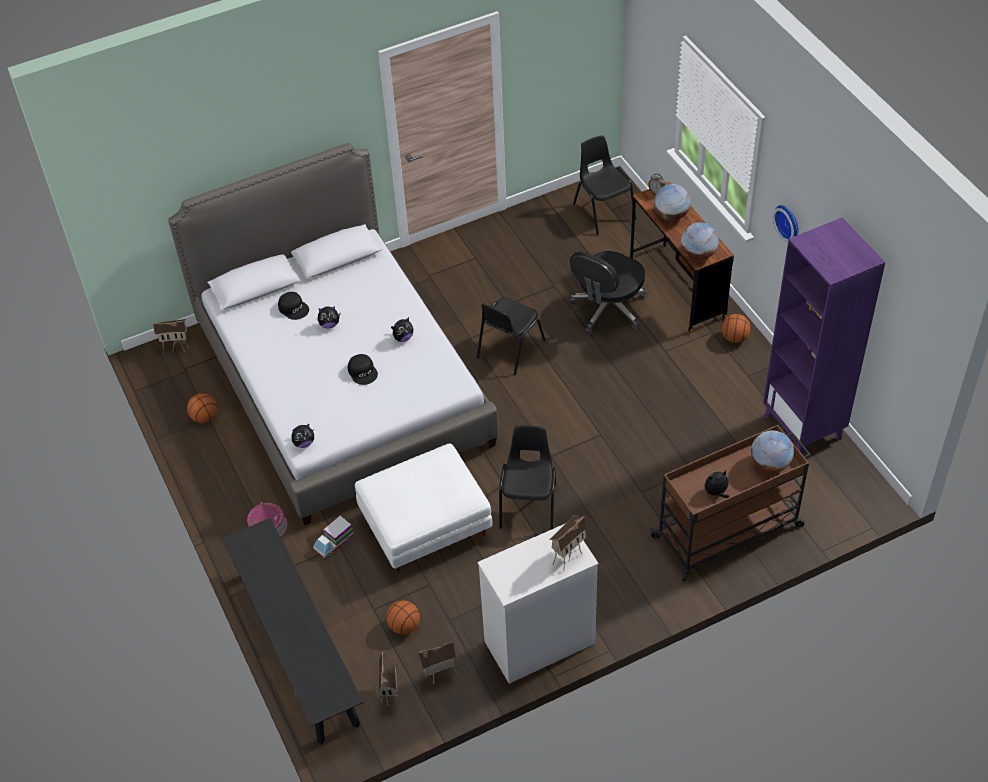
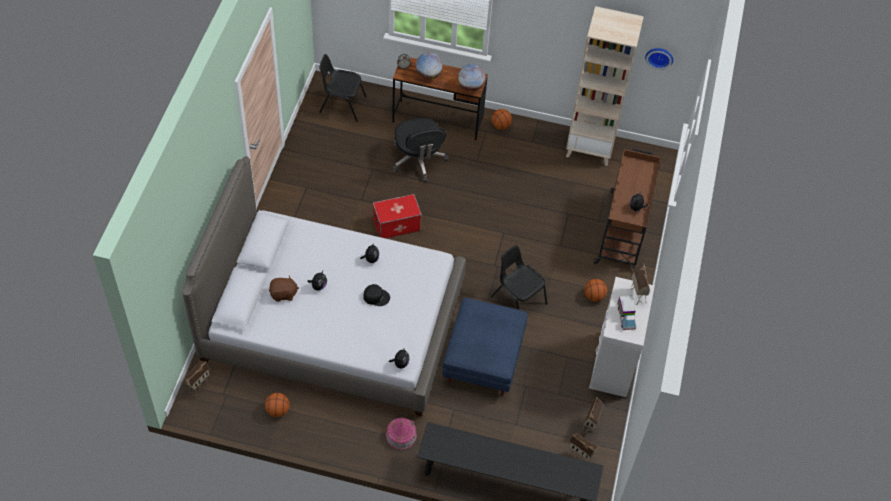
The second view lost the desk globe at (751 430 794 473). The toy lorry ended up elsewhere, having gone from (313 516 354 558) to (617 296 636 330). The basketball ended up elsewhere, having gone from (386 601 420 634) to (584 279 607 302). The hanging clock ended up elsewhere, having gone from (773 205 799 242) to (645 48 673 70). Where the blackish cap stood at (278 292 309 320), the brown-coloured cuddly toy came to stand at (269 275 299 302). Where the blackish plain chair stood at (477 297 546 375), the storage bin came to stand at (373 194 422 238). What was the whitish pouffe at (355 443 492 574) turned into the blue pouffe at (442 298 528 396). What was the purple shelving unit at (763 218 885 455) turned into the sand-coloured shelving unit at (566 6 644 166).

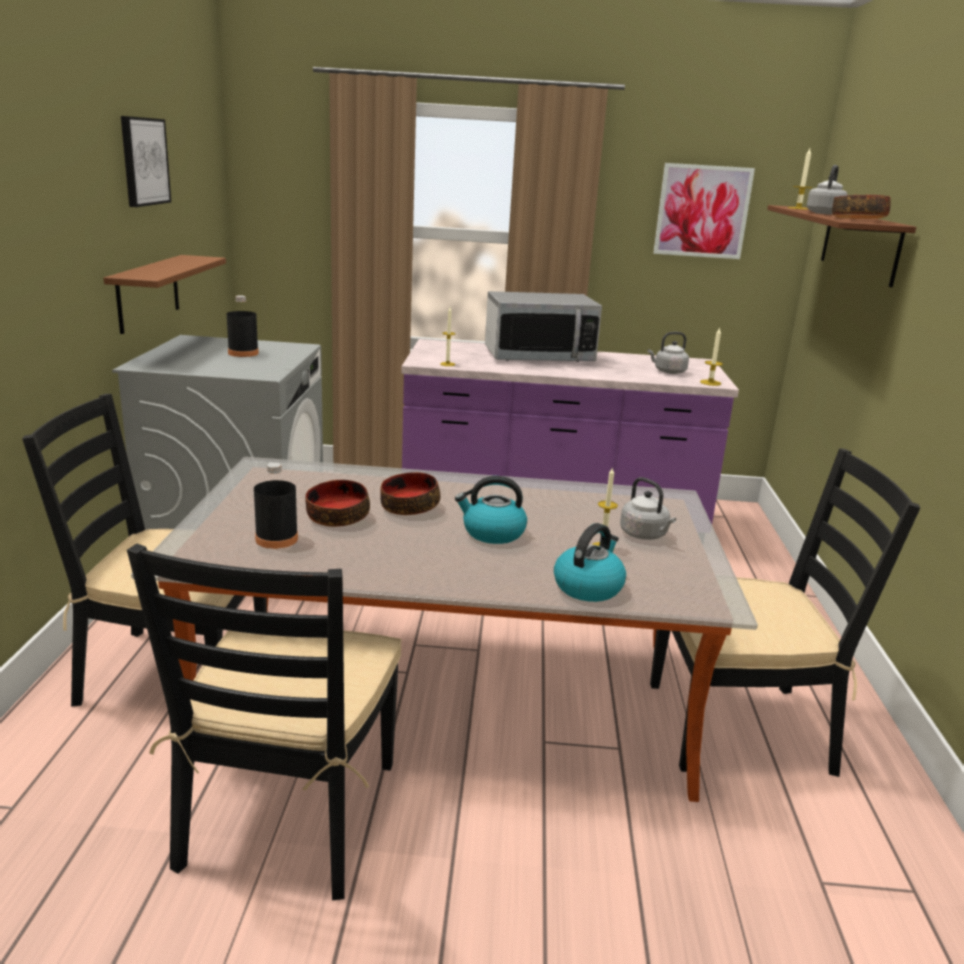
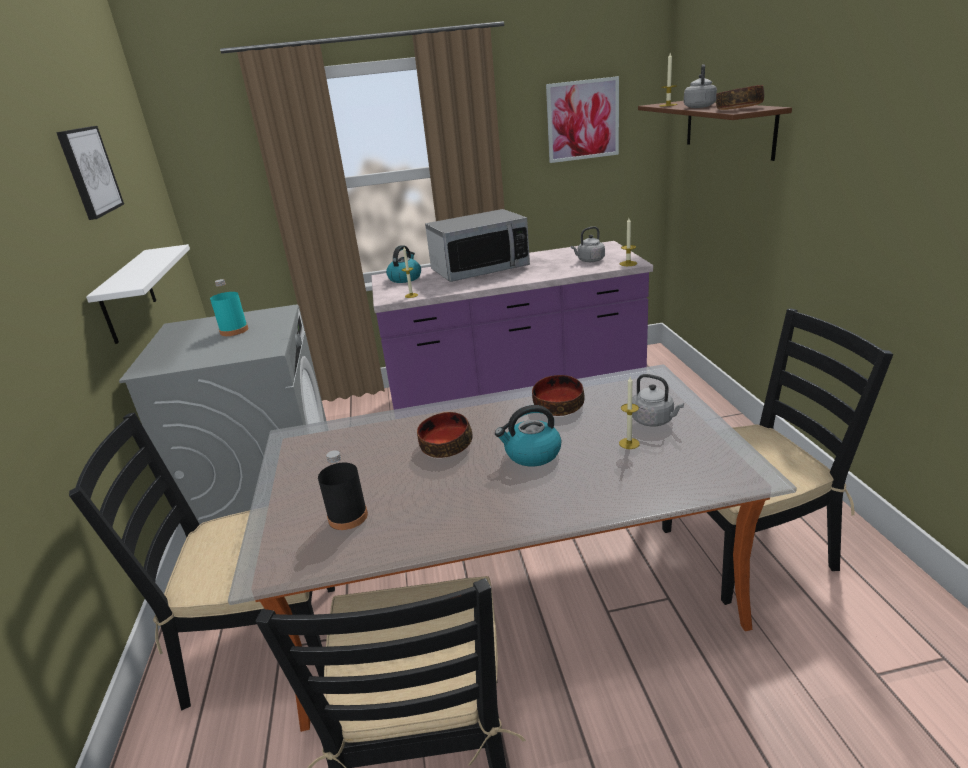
The bowl ended up elsewhere, having gone from (305 480 370 527) to (532 375 585 416). The tea kettle ended up elsewhere, having gone from (554 523 626 602) to (386 245 421 283). What was the brown-coloured wall shelf at (103 255 226 334) turned into the whitish wall shelf at (86 244 190 344). What was the blackish bottle at (227 296 259 357) turned into the blue-green bottle at (210 279 248 336).

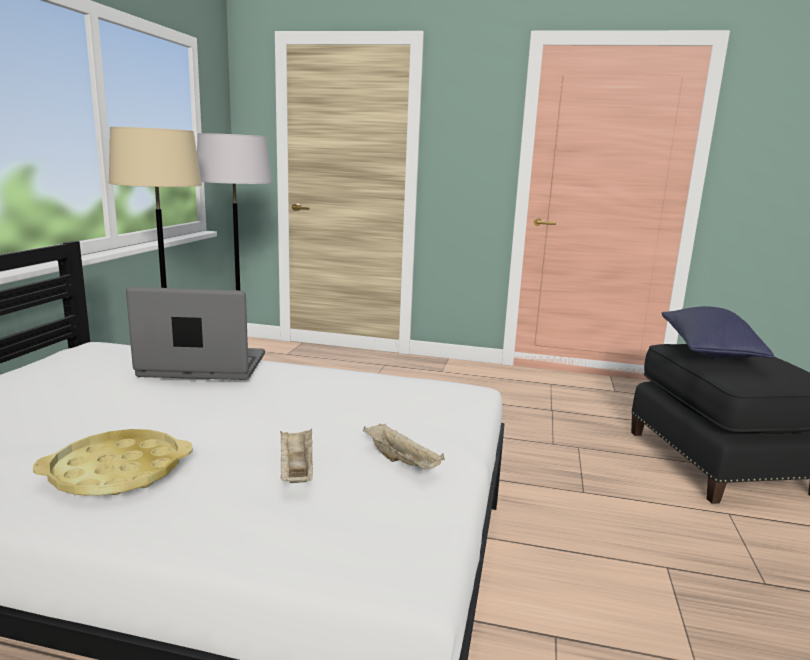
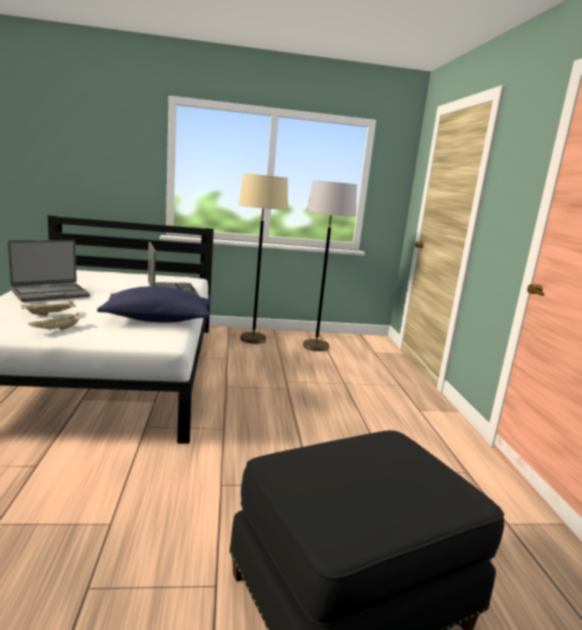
The blue pillow ended up elsewhere, having gone from (661 306 774 358) to (97 286 211 323). Where the yellowish carrying tray stood at (33 429 193 496), the notebook computer came to stand at (8 240 90 302).

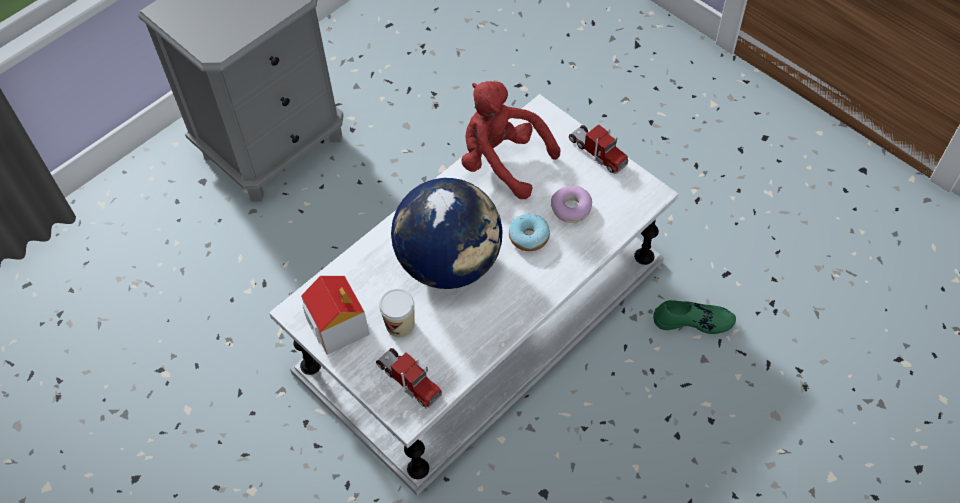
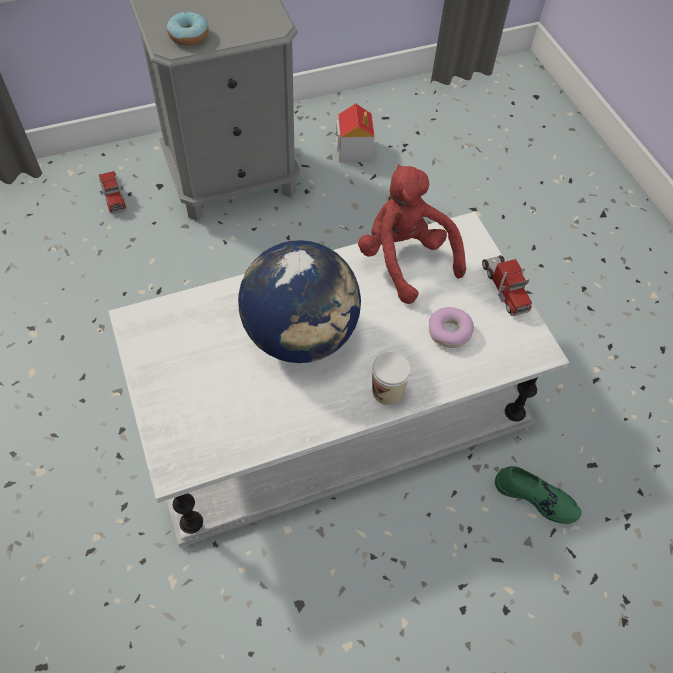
The miniature house ended up elsewhere, having gone from (301 276 370 355) to (336 103 375 163). The toy lorry ended up elsewhere, having gone from (376 348 442 409) to (99 171 127 214). The drinking cup ended up elsewhere, having gone from (379 289 415 337) to (372 352 411 405). The ring doughnut ended up elsewhere, having gone from (509 214 550 251) to (167 12 209 46).

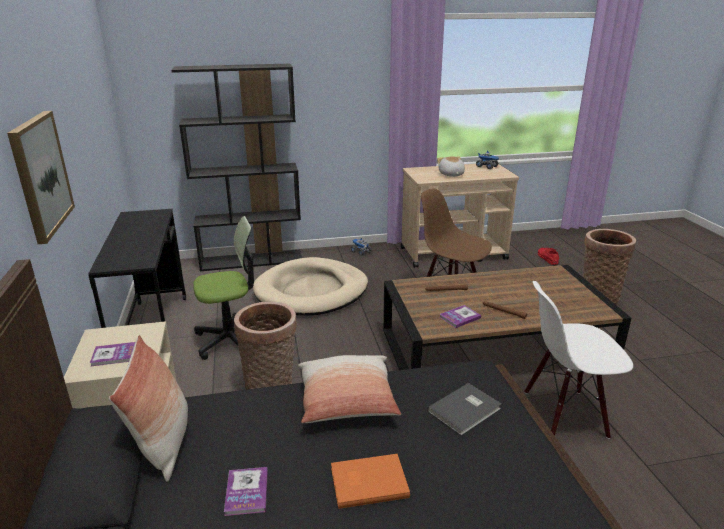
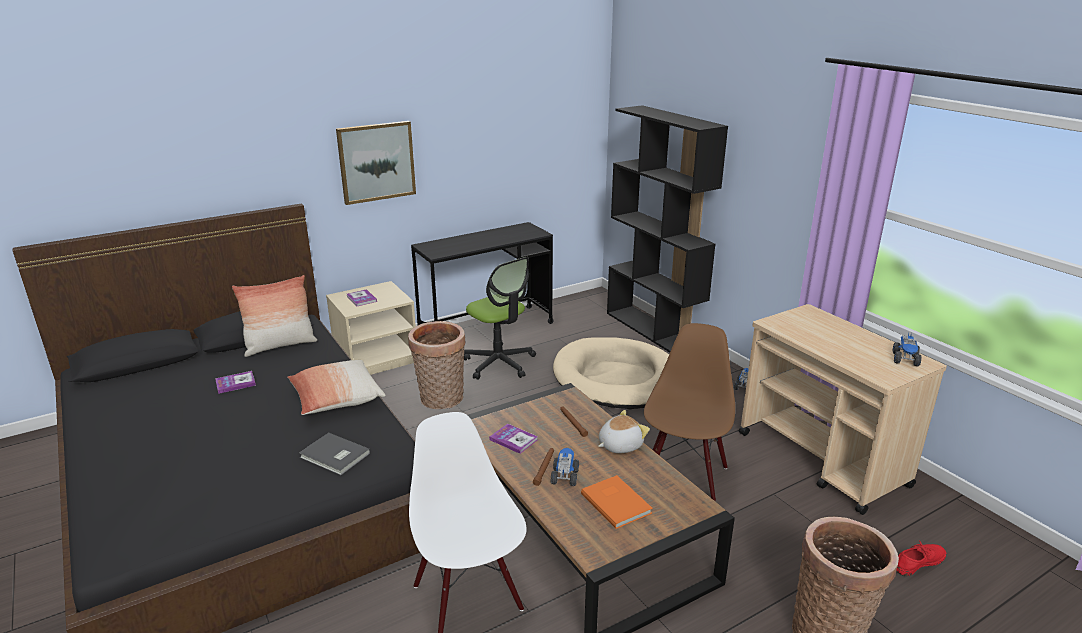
The second view gained the toy lorry at (550 448 579 486). The orange-coloured book ended up elsewhere, having gone from (331 454 410 509) to (581 475 653 529). The cuddly toy ended up elsewhere, having gone from (437 156 465 177) to (598 410 650 453).

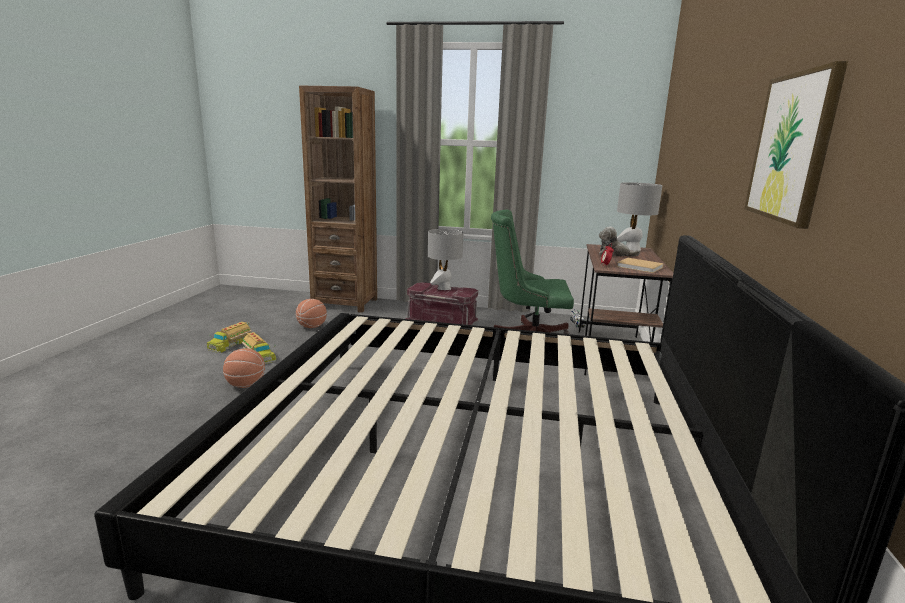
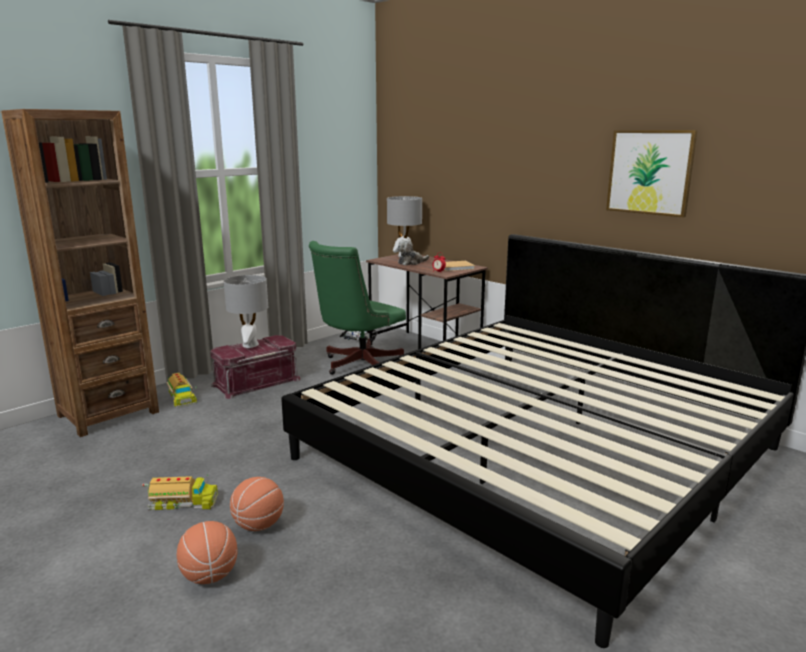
The toy lorry ended up elsewhere, having gone from (207 322 252 353) to (166 373 197 408). The basketball ended up elsewhere, having gone from (296 299 327 328) to (177 521 237 584).

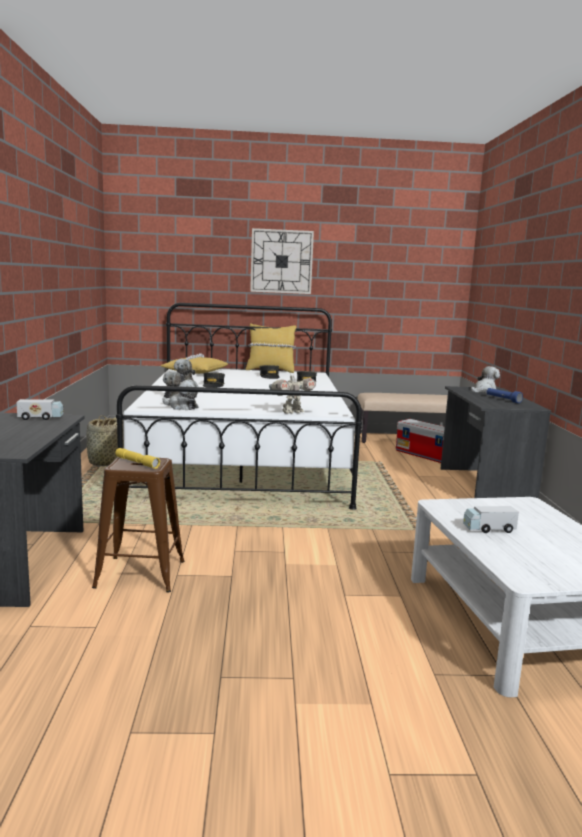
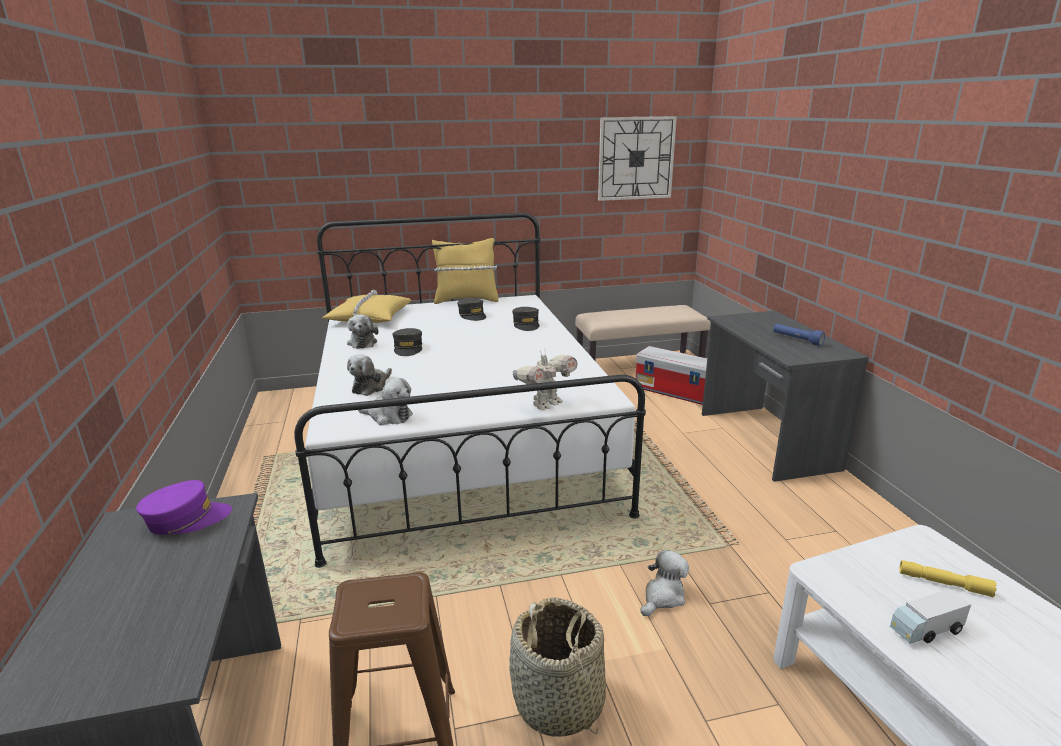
The basket ended up elsewhere, having gone from (86 415 124 466) to (509 597 606 737). The yellowish hand torch ended up elsewhere, having gone from (115 448 161 469) to (899 560 997 597). The hanging clock ended up elsewhere, having gone from (250 228 314 294) to (598 116 677 201). The cuddly toy ended up elsewhere, having gone from (471 366 500 393) to (640 550 689 616). Where the toy lorry stood at (17 399 64 420), the purple cap came to stand at (136 480 232 535).

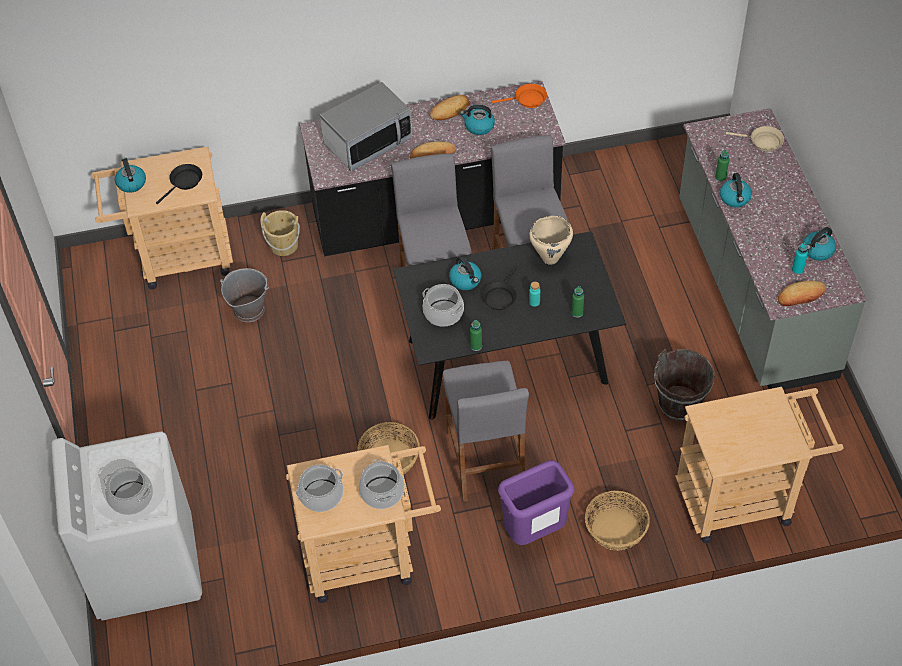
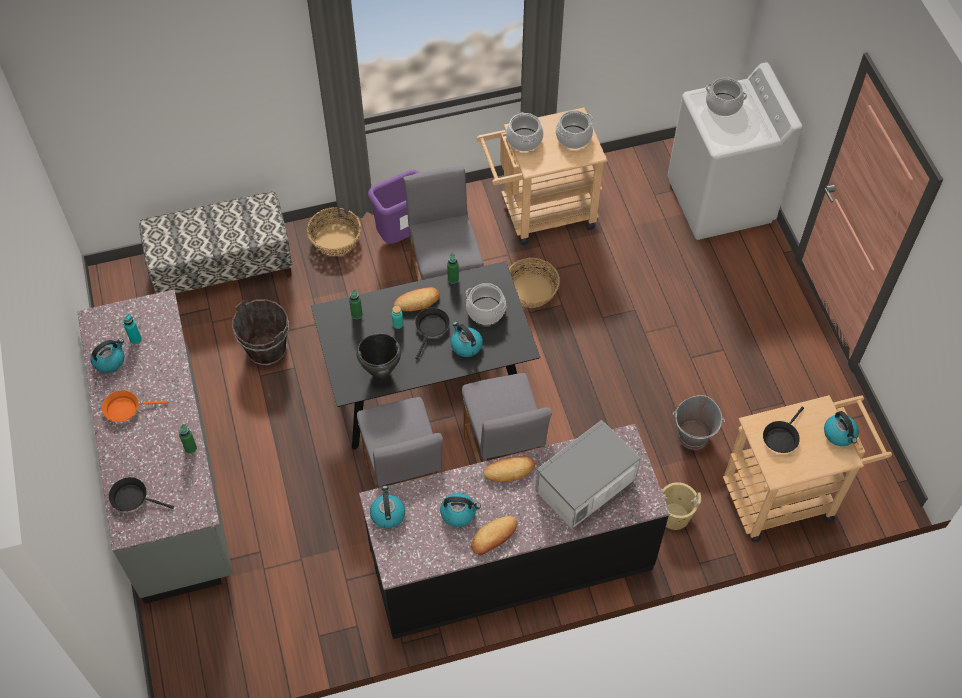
The orange-coloured skillet ended up elsewhere, having gone from (491 84 547 108) to (102 390 167 422). The tea kettle ended up elsewhere, having gone from (720 173 752 207) to (370 486 405 528). The bakery bread ended up elsewhere, having gone from (778 281 826 306) to (394 287 440 312). Where the sand-coloured wheeled cart stood at (675 387 844 543), the long seat came to stand at (139 192 293 293). What was the sand-coloured cooking pot at (529 216 573 265) turned into the blackish cooking pot at (356 333 401 380). What was the sand-coloured skillet at (726 126 784 152) turned into the blackish skillet at (109 477 174 511).

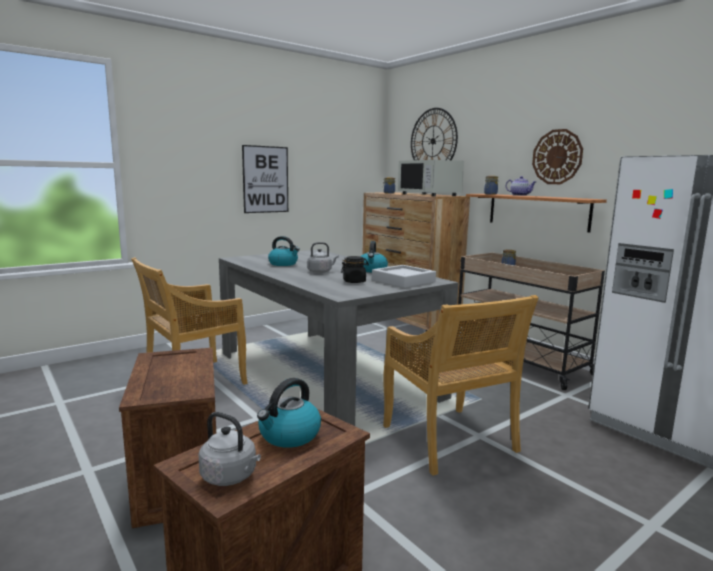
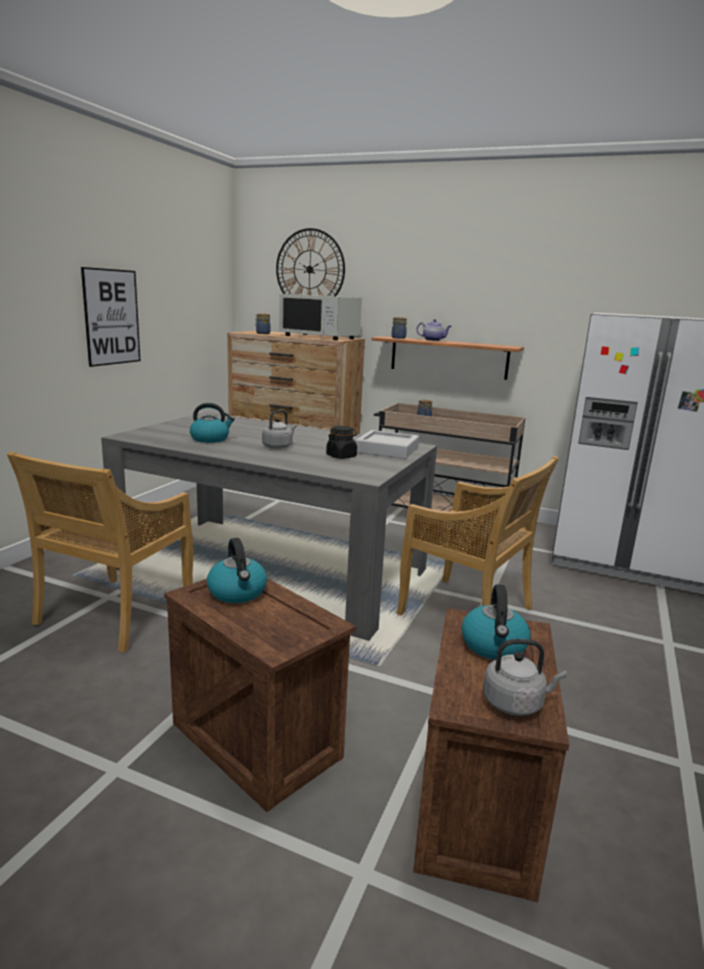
The second view lost the hanging clock at (532 129 583 184). The tea kettle ended up elsewhere, having gone from (361 241 388 272) to (207 538 267 603).

